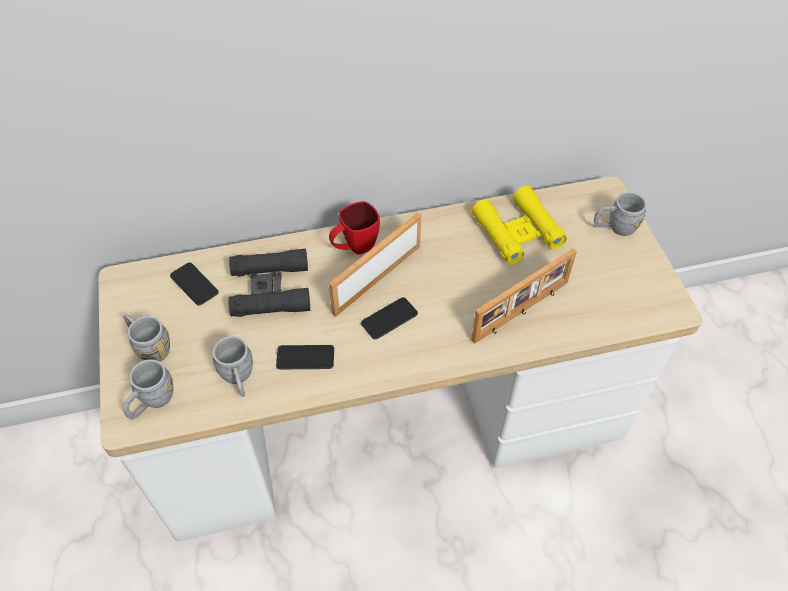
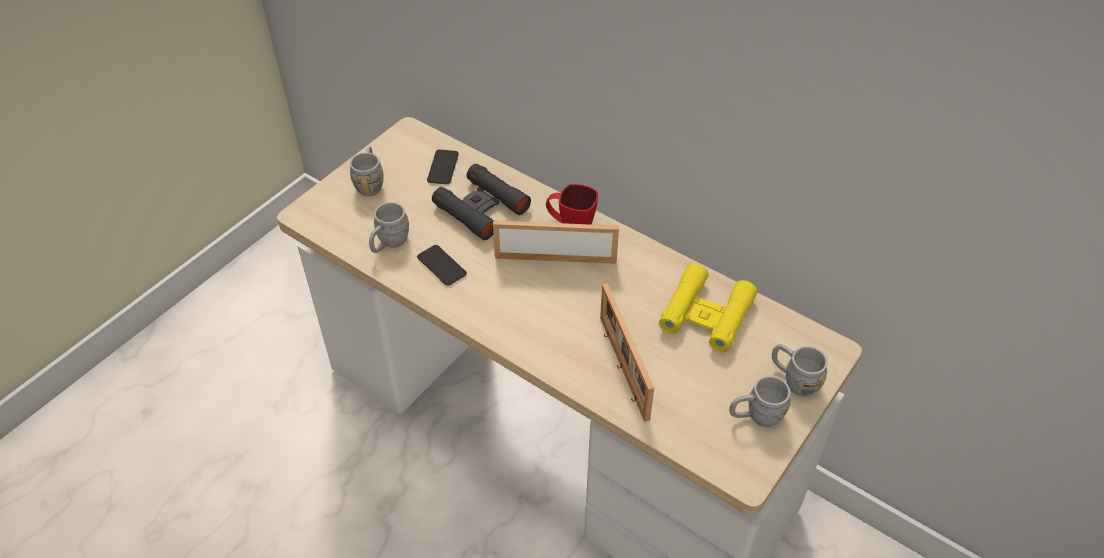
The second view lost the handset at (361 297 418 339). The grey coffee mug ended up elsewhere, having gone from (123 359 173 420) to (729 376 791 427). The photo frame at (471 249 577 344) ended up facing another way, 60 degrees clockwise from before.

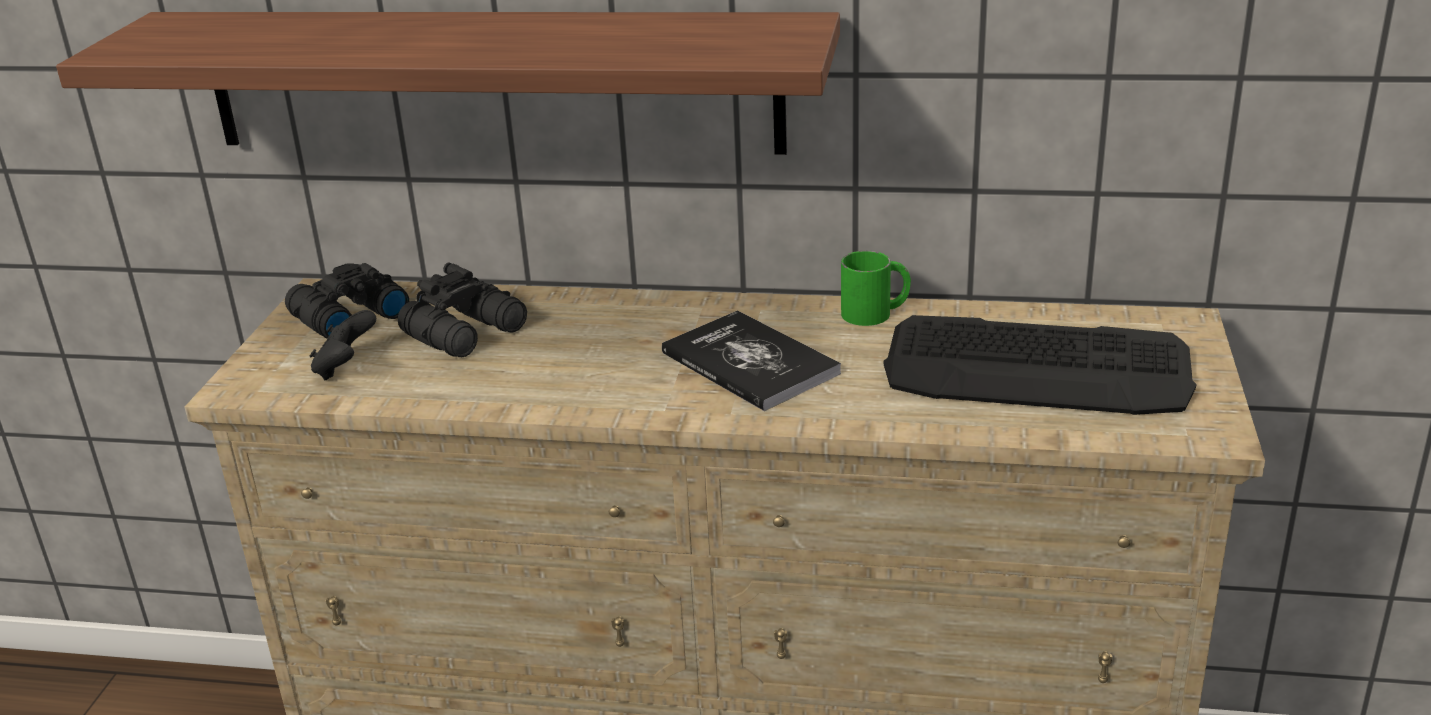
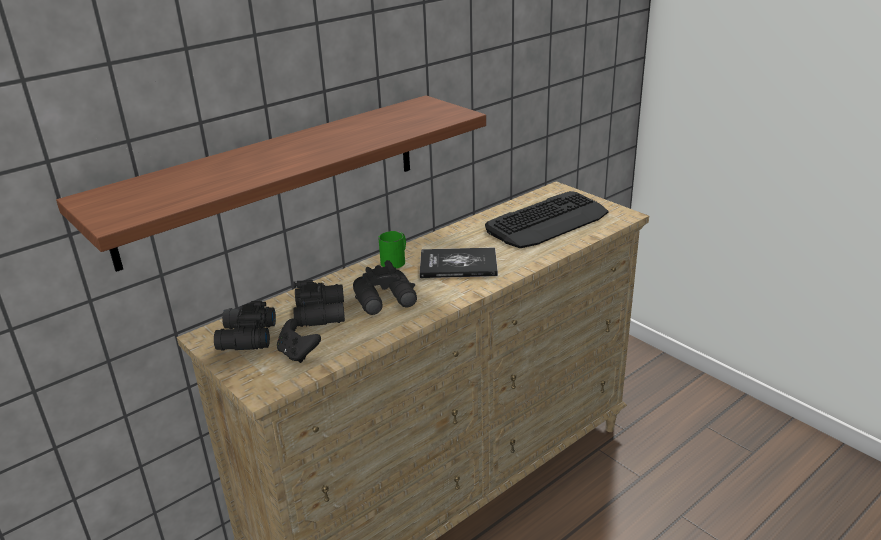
The second view gained the blackish pair of binoculars at (353 260 417 315). The greenish coffee mug ended up elsewhere, having gone from (841 251 911 326) to (378 231 406 269).

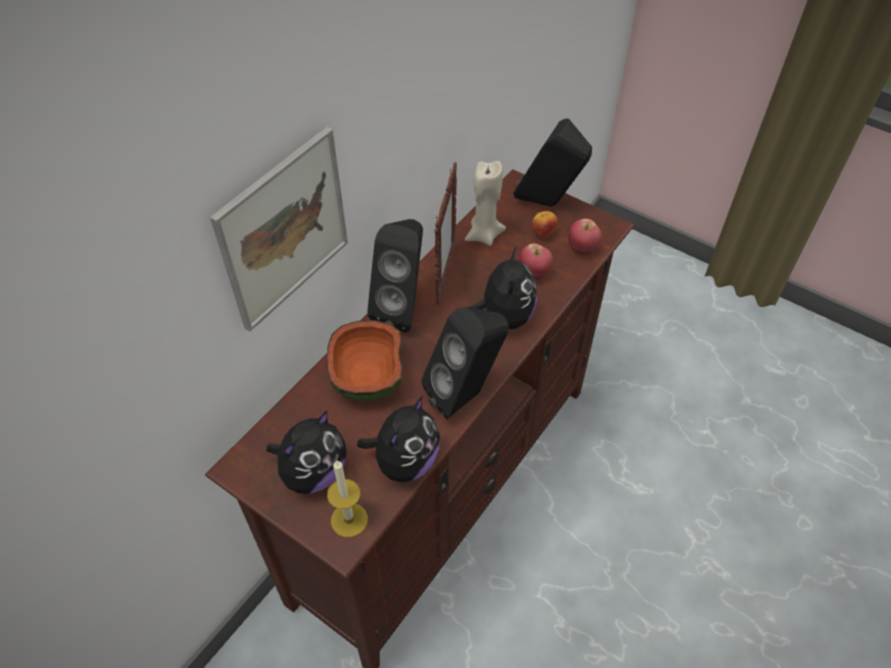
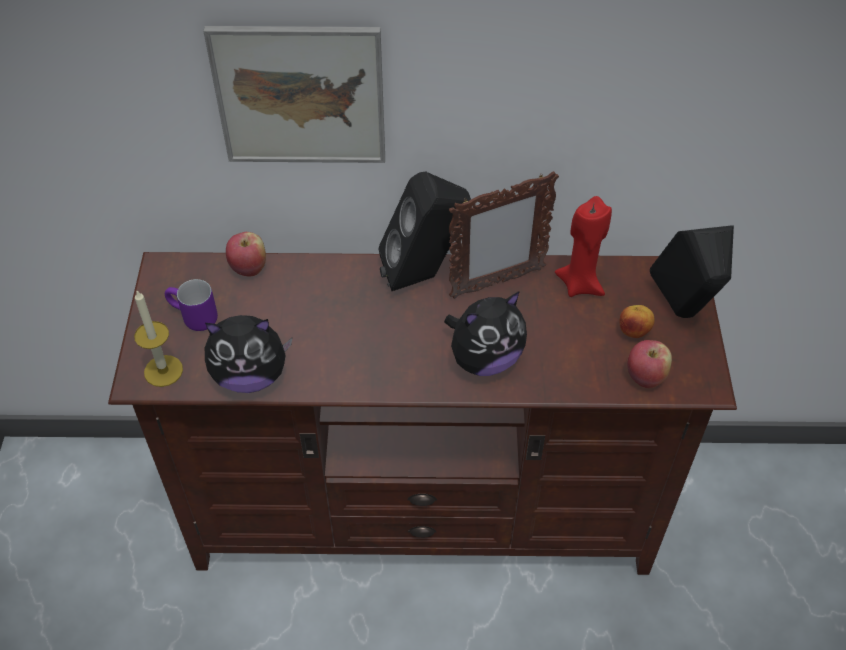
The second view lost the bowl at (327 320 402 401). The second view lost the blackish speaker at (422 307 509 419). The whole apple ended up elsewhere, having gone from (519 243 553 280) to (226 232 266 276). Where the cuddly toy stood at (266 411 347 494), the purple coffee mug came to stand at (165 279 218 331). What was the sand-coloured candle at (465 161 506 246) turned into the red-coloured candle at (555 196 612 297).

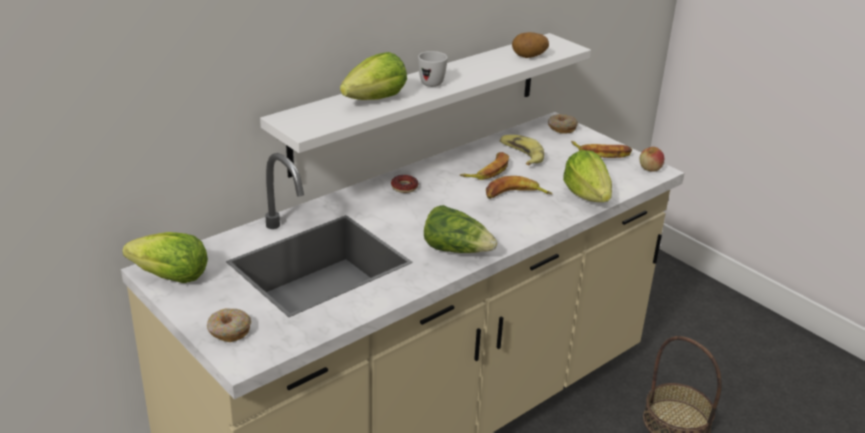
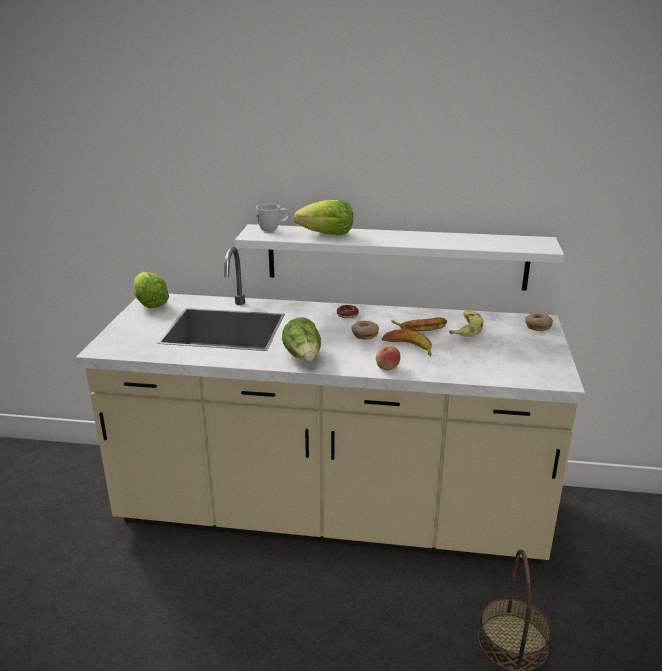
The second view lost the spud at (512 32 549 58). The second view lost the lettuce at (563 150 612 202). The second view lost the banana at (571 141 632 158). The ring doughnut ended up elsewhere, having gone from (207 309 251 342) to (351 321 379 340). The whitish coffee mug ended up elsewhere, having gone from (418 51 448 87) to (256 204 289 231). The whole apple ended up elsewhere, having gone from (639 147 664 172) to (376 347 401 370).

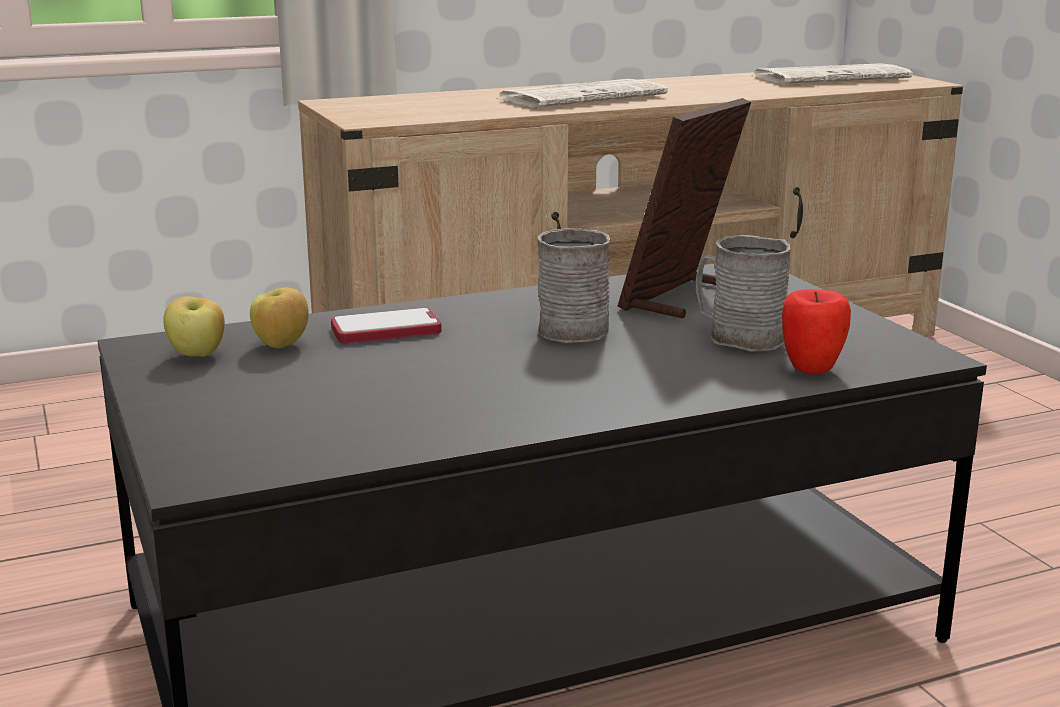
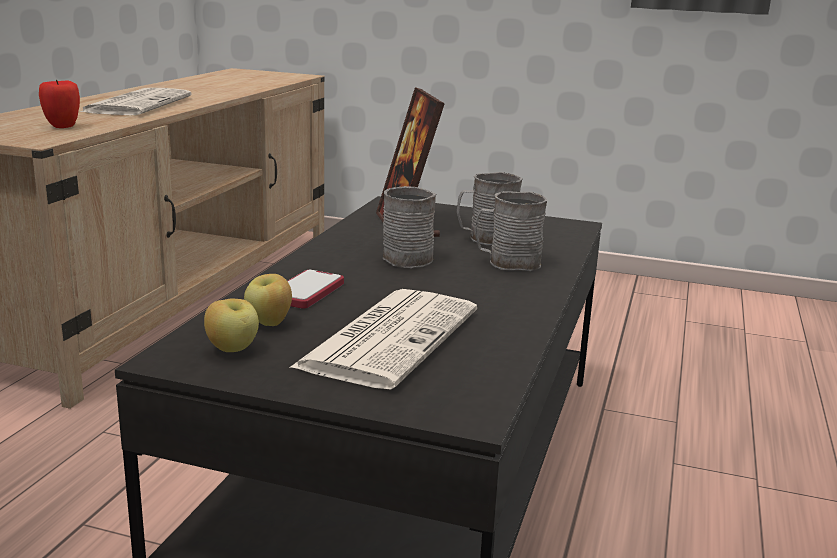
The second view gained the grey coffee mug at (475 191 548 271). The printed paper ended up elsewhere, having gone from (752 63 913 84) to (289 289 477 389). The whole apple ended up elsewhere, having gone from (782 289 851 374) to (39 80 80 128).

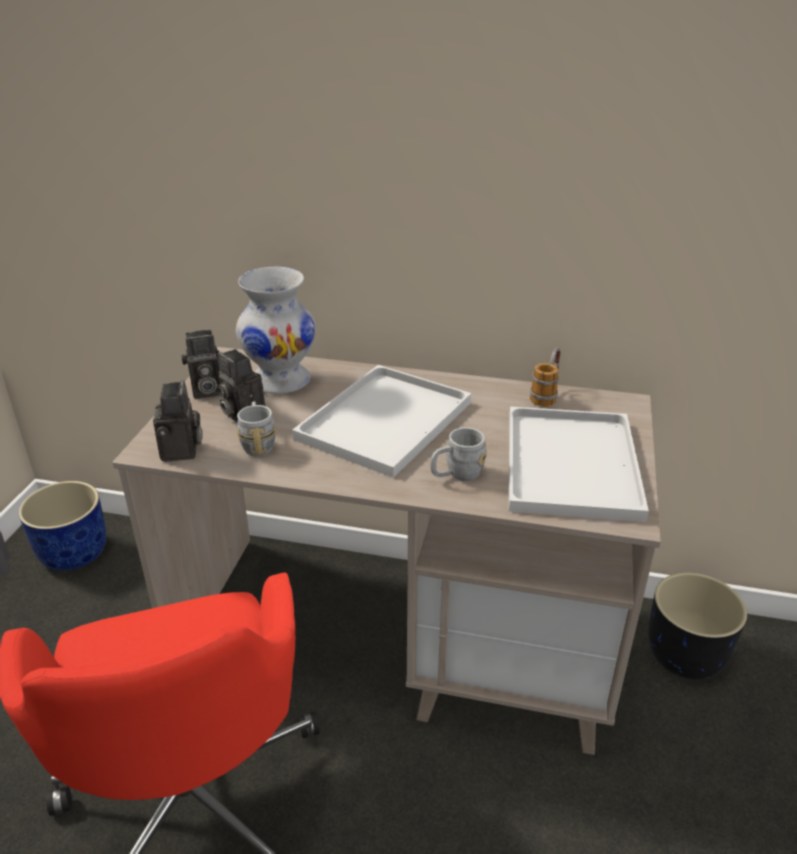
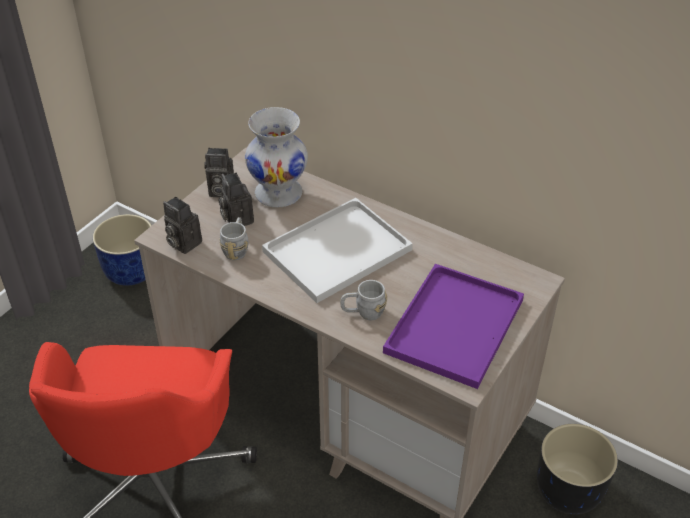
The second view lost the coffee mug at (530 347 561 407). What was the whitish carrying tray at (509 406 649 522) turned into the purple carrying tray at (383 264 524 389). The still camera at (153 380 203 462) ended up facing another way, 120 degrees clockwise from before.

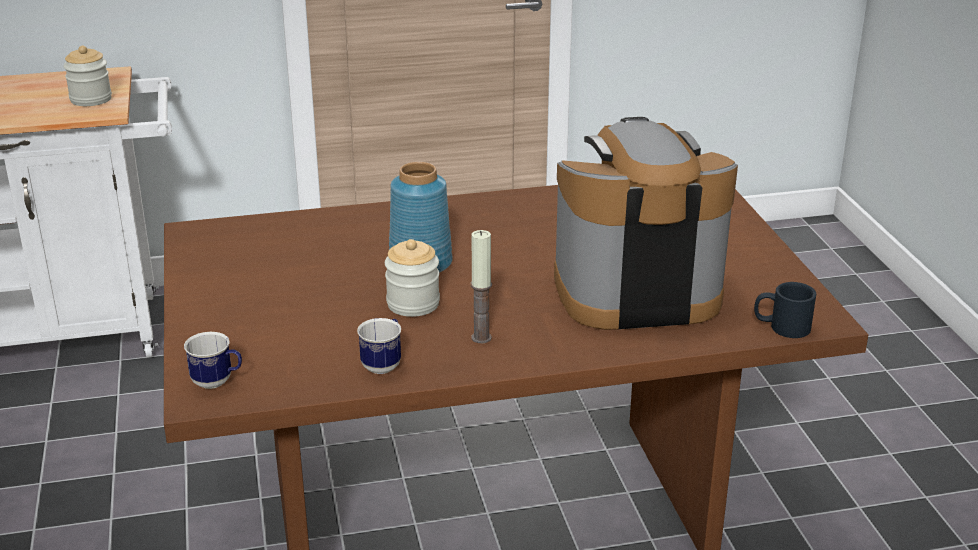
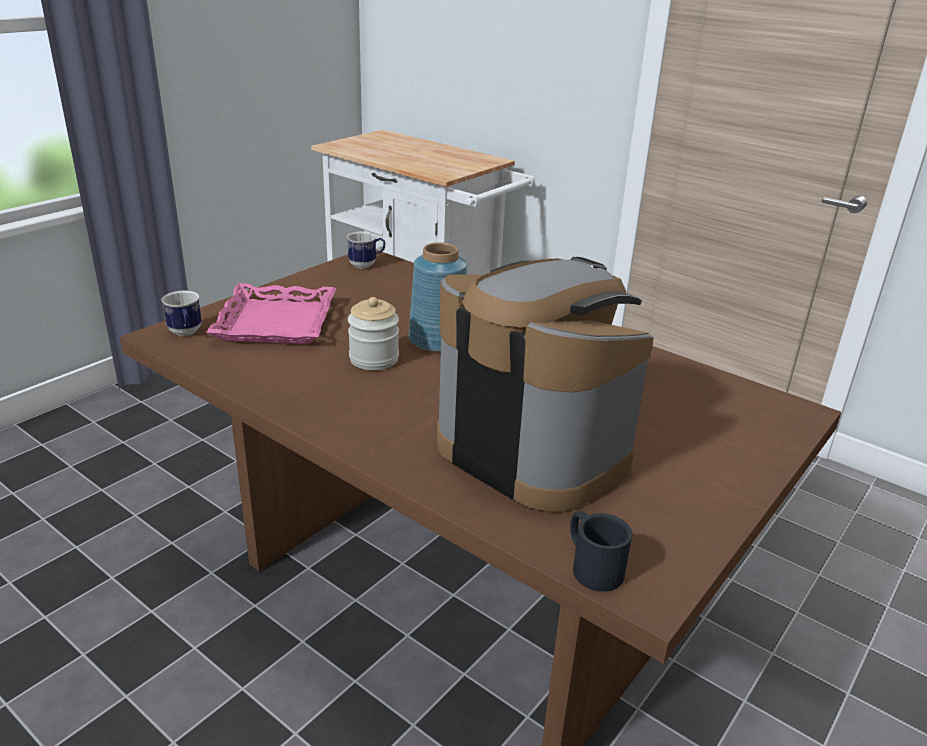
The second view lost the preserve jar at (64 46 112 106). The second view lost the candle at (471 230 492 343). The second view gained the pinkish carrying tray at (206 283 336 344). The coffee mug ended up elsewhere, having gone from (357 318 401 374) to (347 231 385 268).

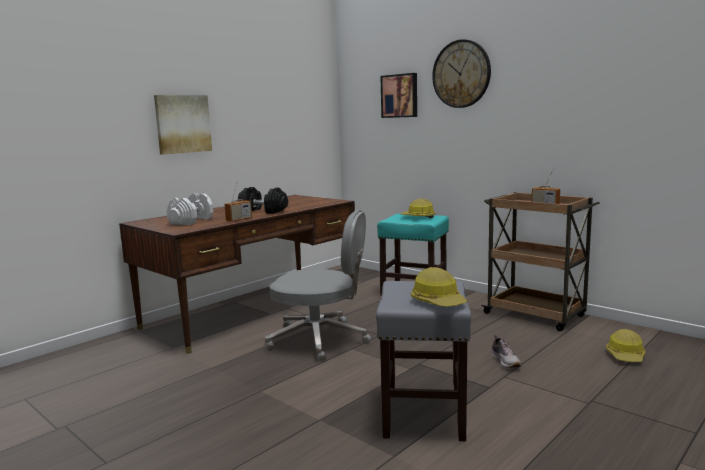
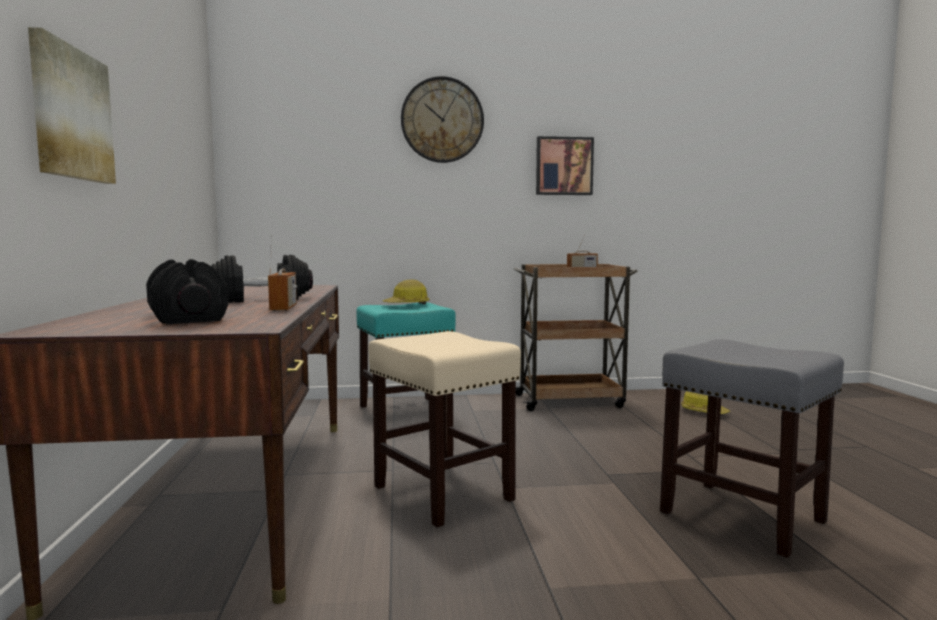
The second view lost the hard hat at (411 267 467 307). The second view lost the shoe at (491 335 522 368). The wall picture ended up elsewhere, having gone from (380 73 417 118) to (536 136 594 195). Where the grey office chair stood at (265 210 371 362), the sand-coloured sitting stool came to stand at (368 331 521 527). What was the whitish free weight at (166 193 213 225) turned into the blackish free weight at (146 259 228 324).

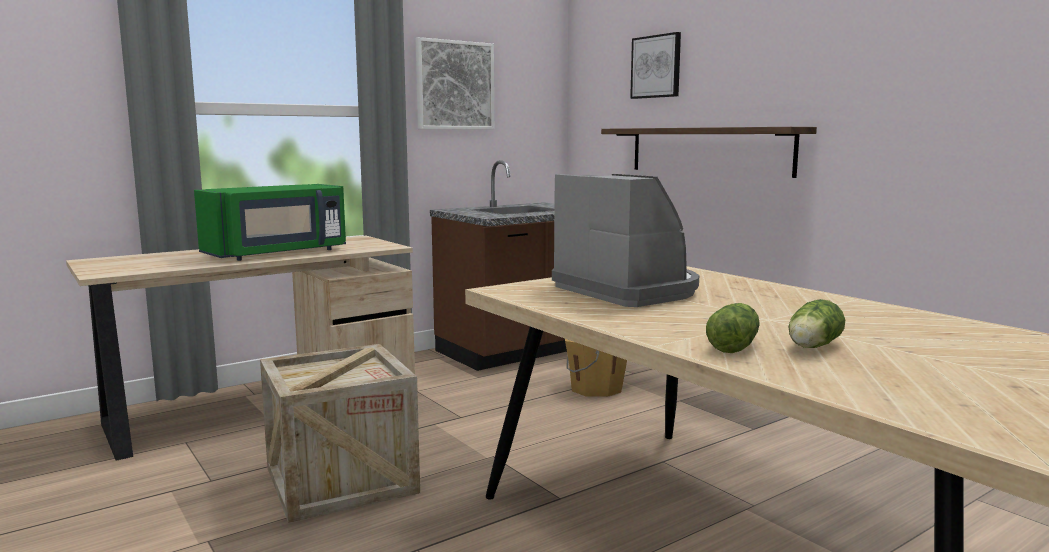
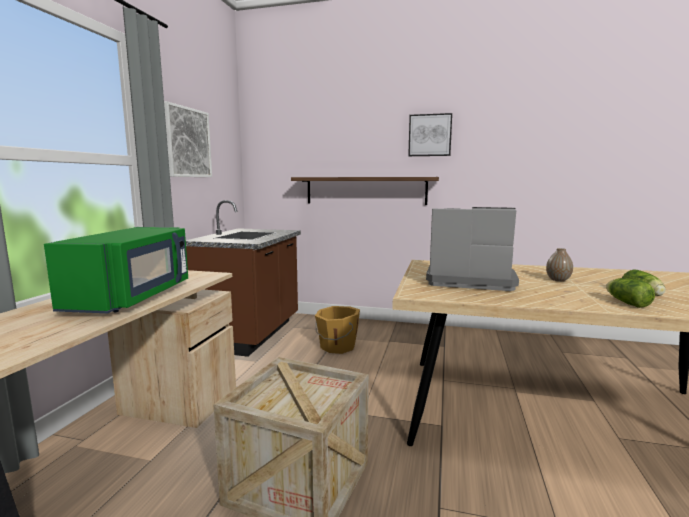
The second view gained the flower vase at (546 248 573 281). The wall picture ended up elsewhere, having gone from (630 32 681 99) to (408 113 452 156).

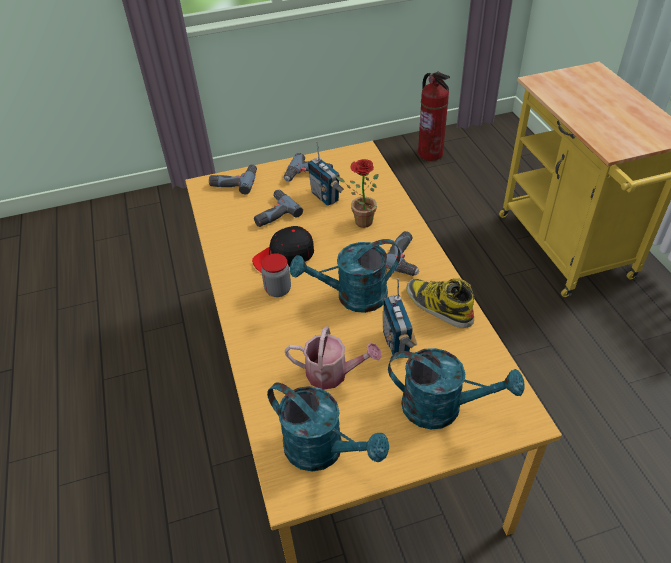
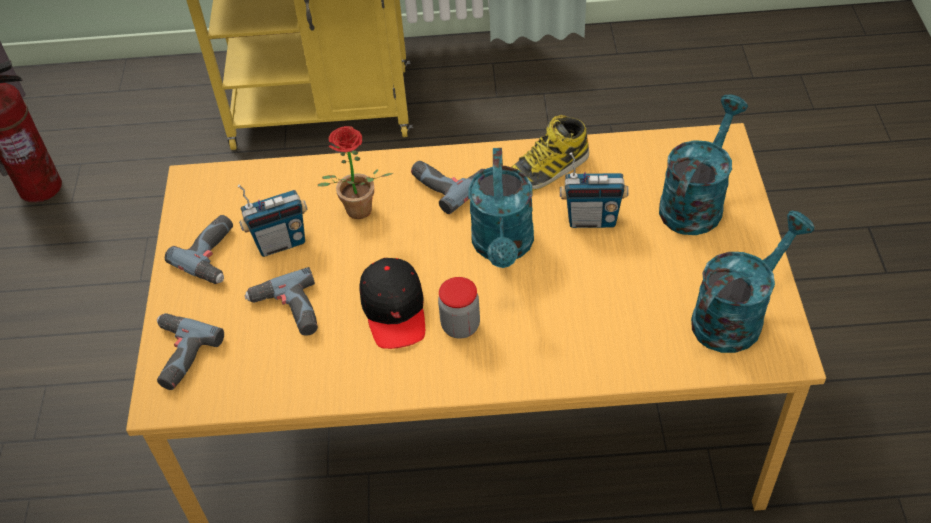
The second view lost the sprinkling can at (285 326 382 390).

